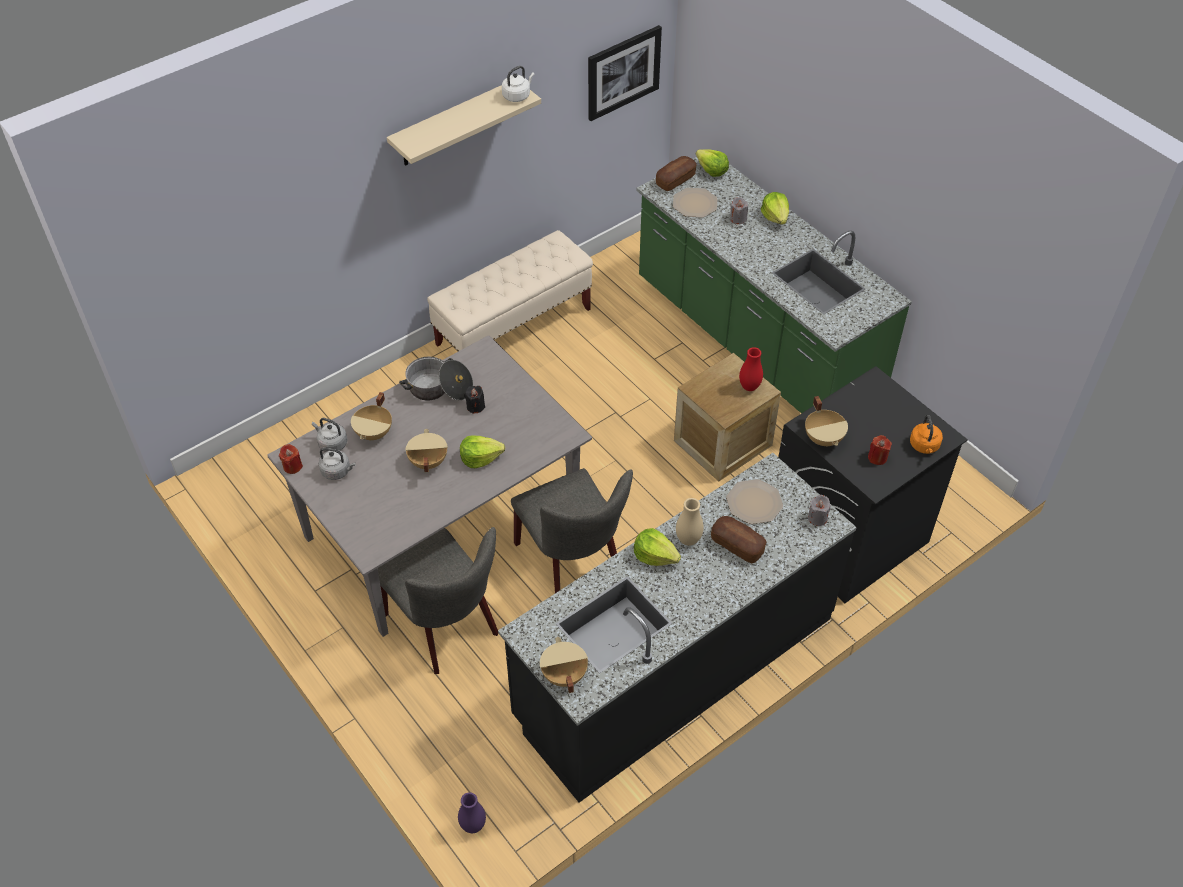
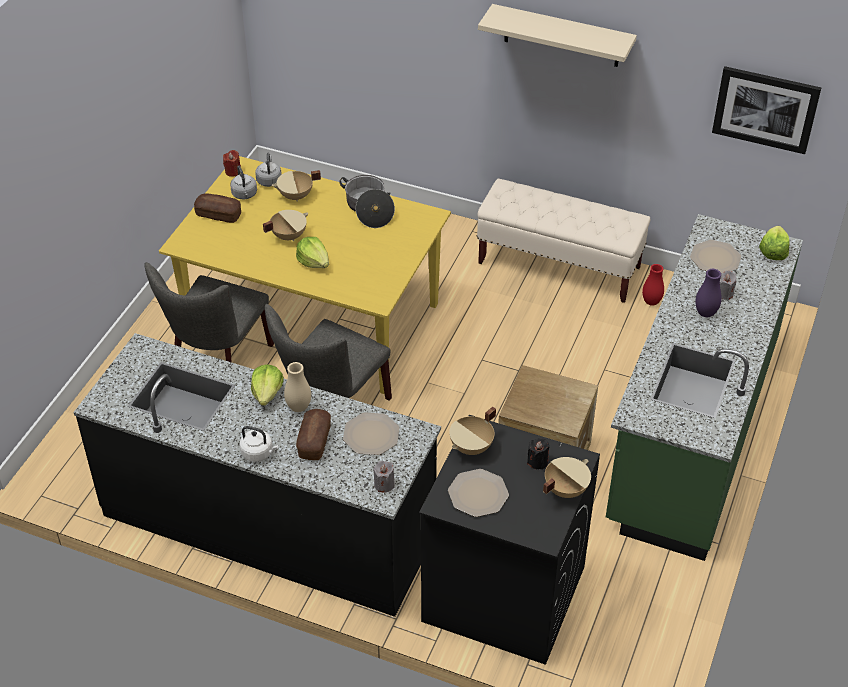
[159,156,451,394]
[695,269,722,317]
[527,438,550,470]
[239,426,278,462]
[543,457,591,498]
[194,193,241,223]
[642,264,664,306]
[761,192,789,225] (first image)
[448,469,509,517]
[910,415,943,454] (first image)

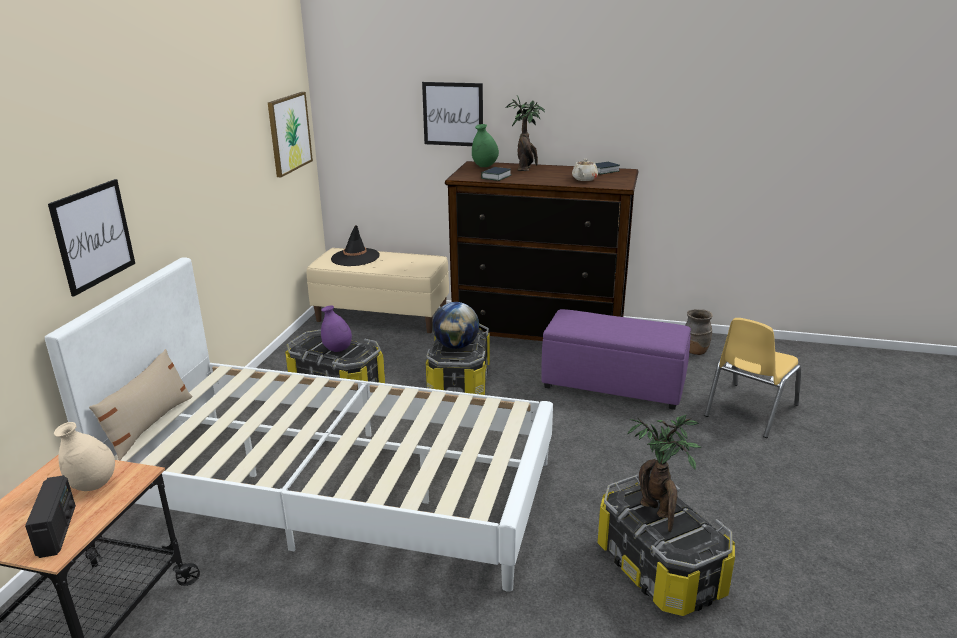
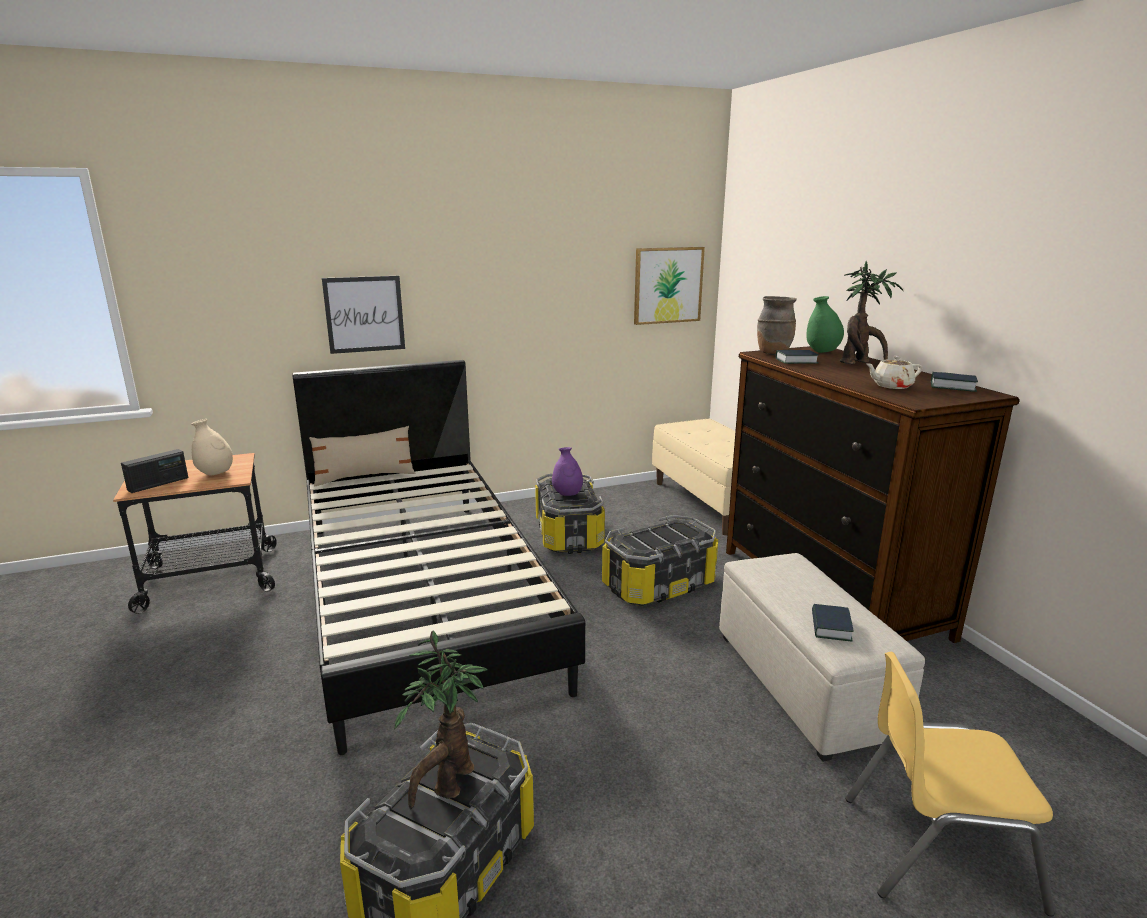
[292,360,585,755]
[331,225,380,266] (first image)
[422,82,483,146] (first image)
[432,302,479,349] (first image)
[719,553,925,762]
[757,296,797,355]
[812,604,854,641]

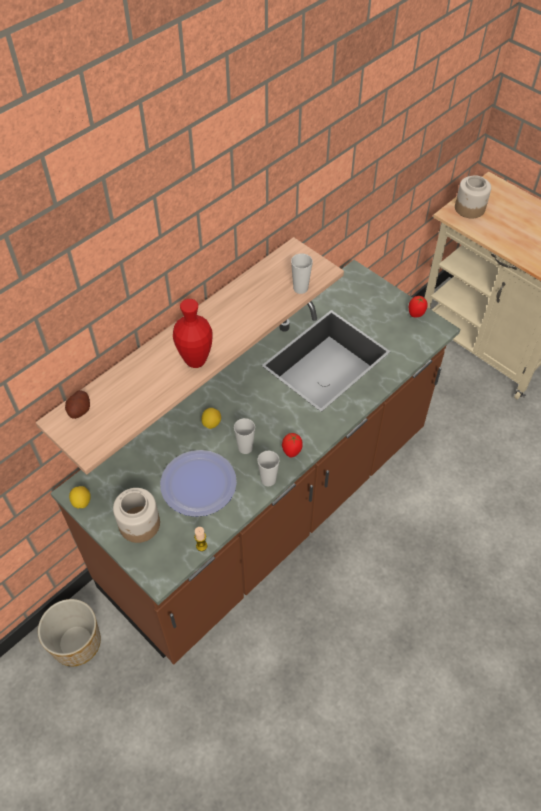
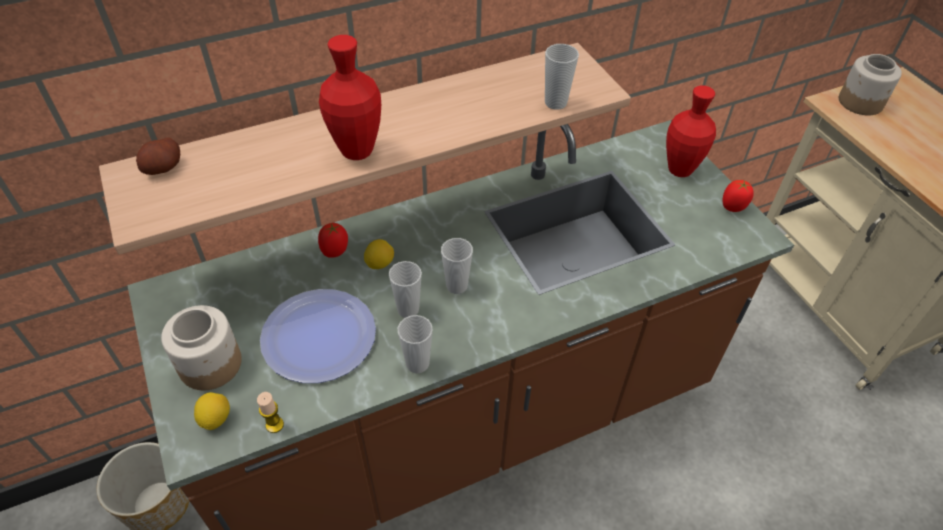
[194,392,230,430]
[318,223,348,258]
[441,238,473,294]
[666,85,716,177]

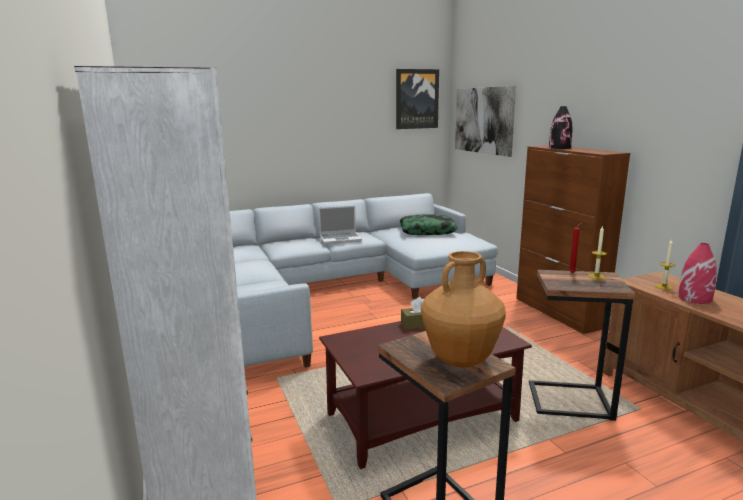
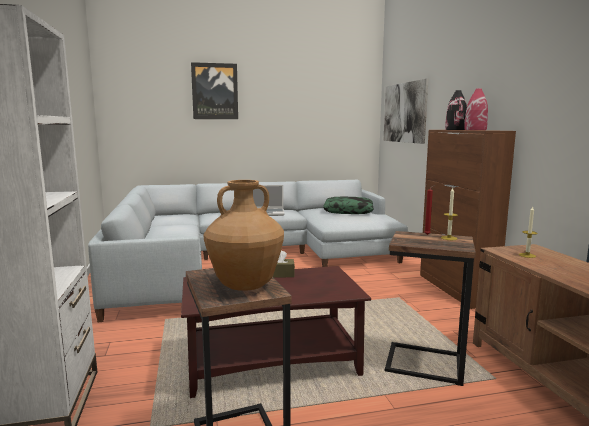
[191,62,238,119]
[464,88,488,130]

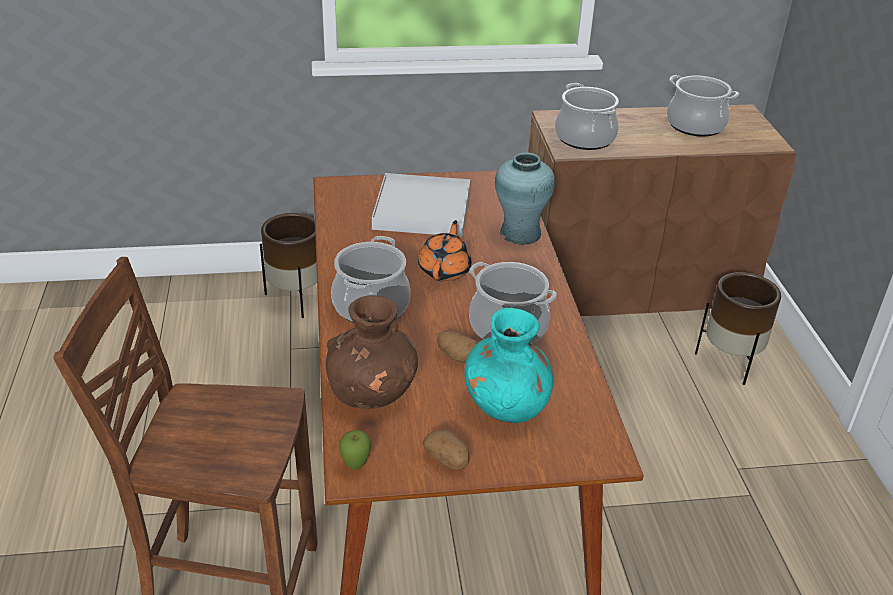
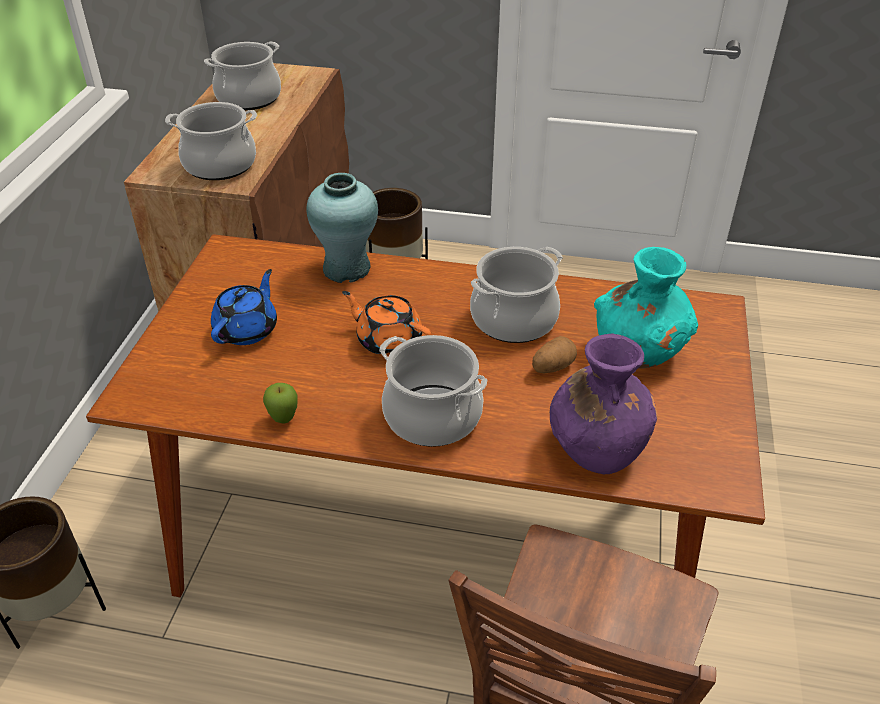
[550,334,657,474]
[263,383,298,423]
[211,269,277,345]
[423,429,469,470] (first image)

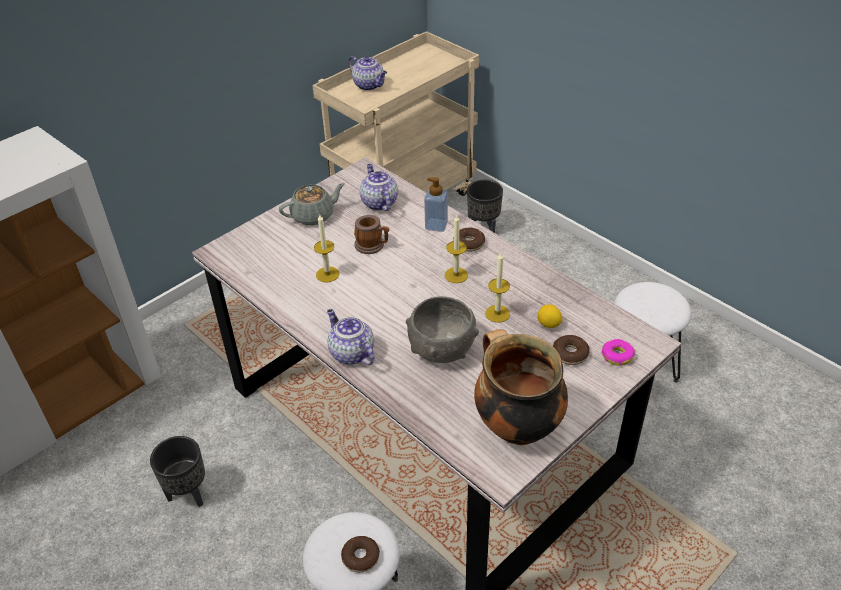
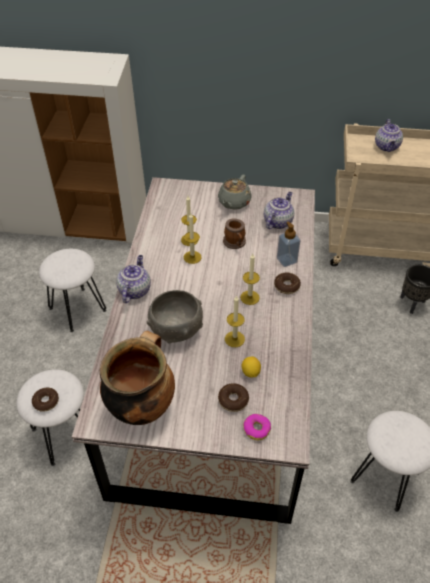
[39,249,106,332]
[218,175,252,210]
[184,213,202,264]

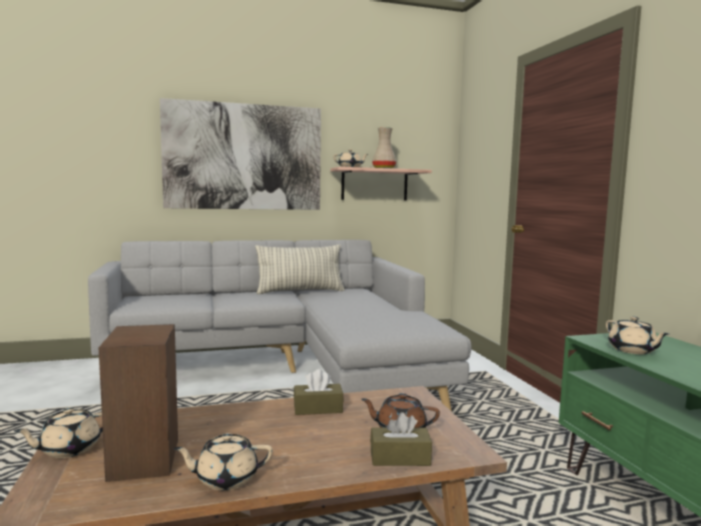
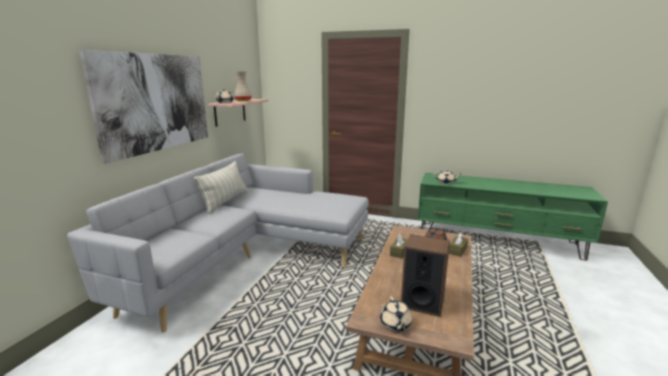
[173,433,273,490] (first image)

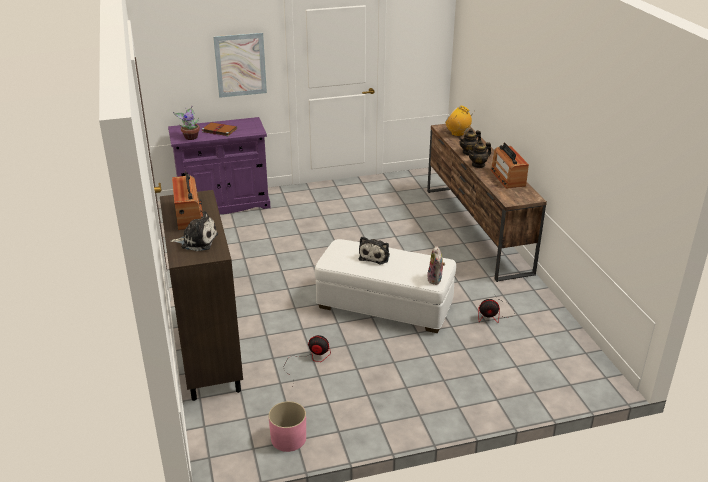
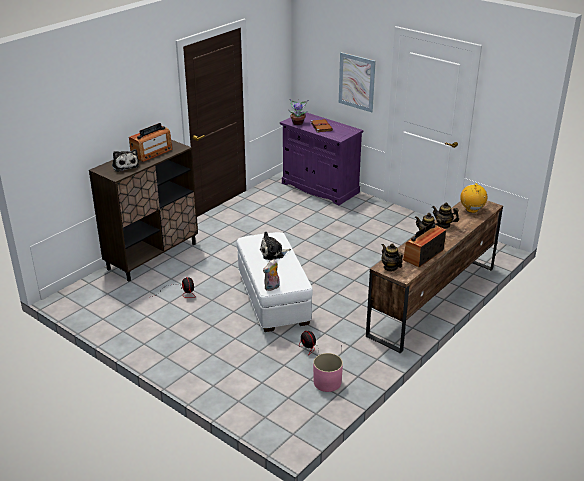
[313,353,343,392]
[382,243,403,271]

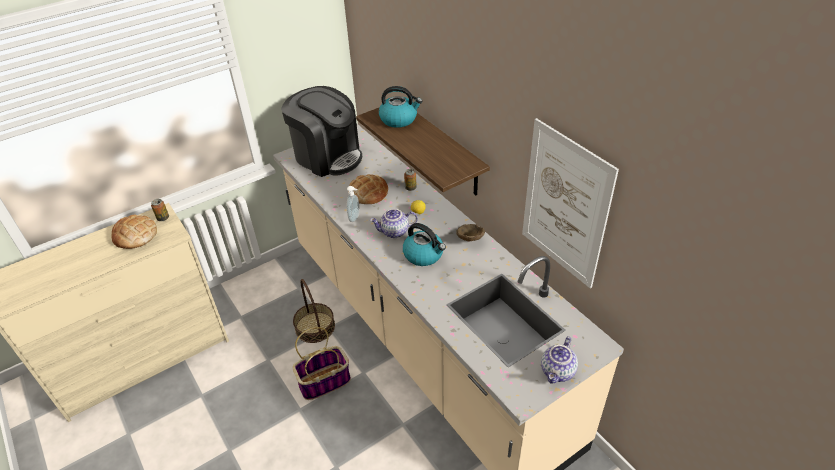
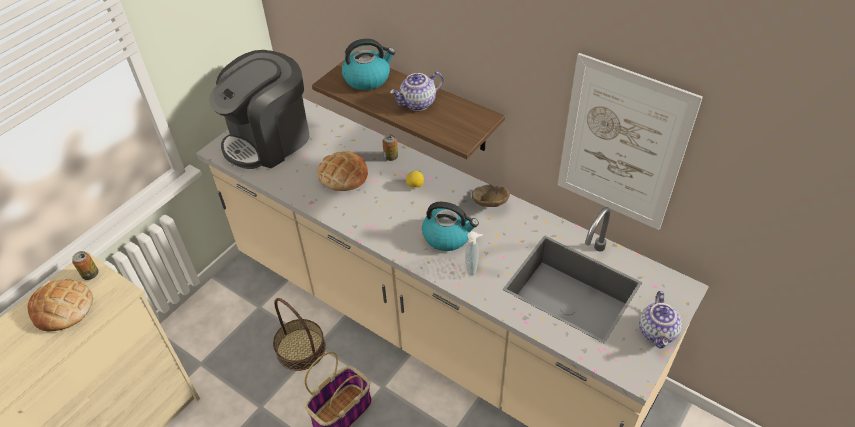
[209,50,309,169]
[465,231,483,276]
[390,72,444,111]

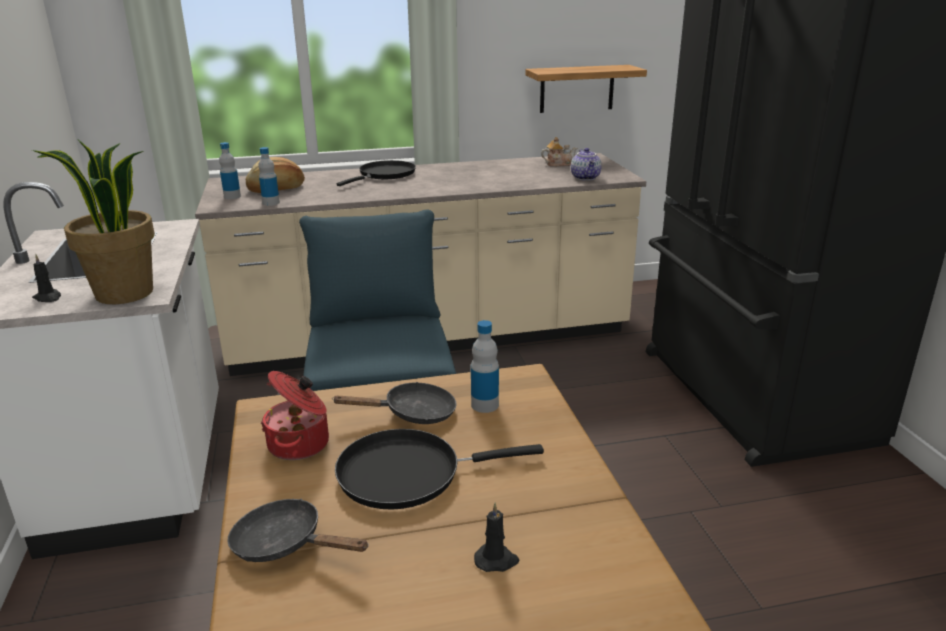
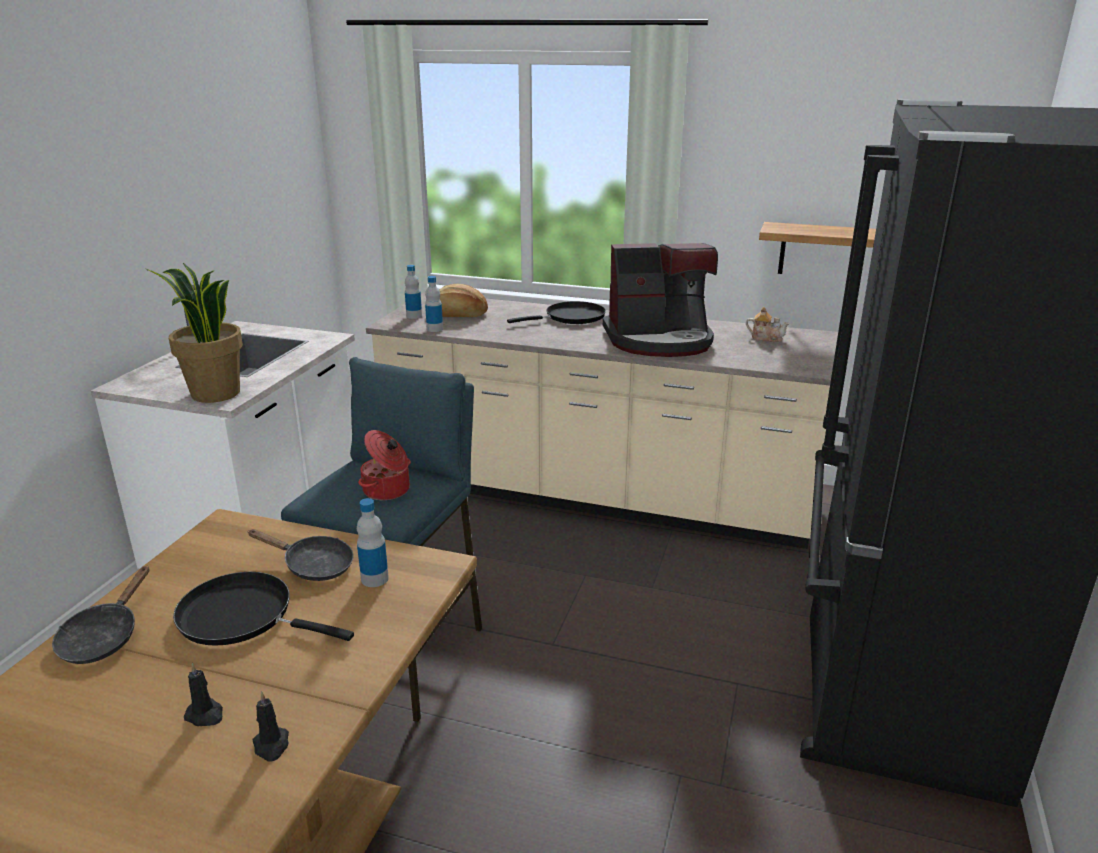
[252,691,289,762]
[52,566,149,664]
[358,430,411,500]
[571,148,602,181] (first image)
[603,243,718,357]

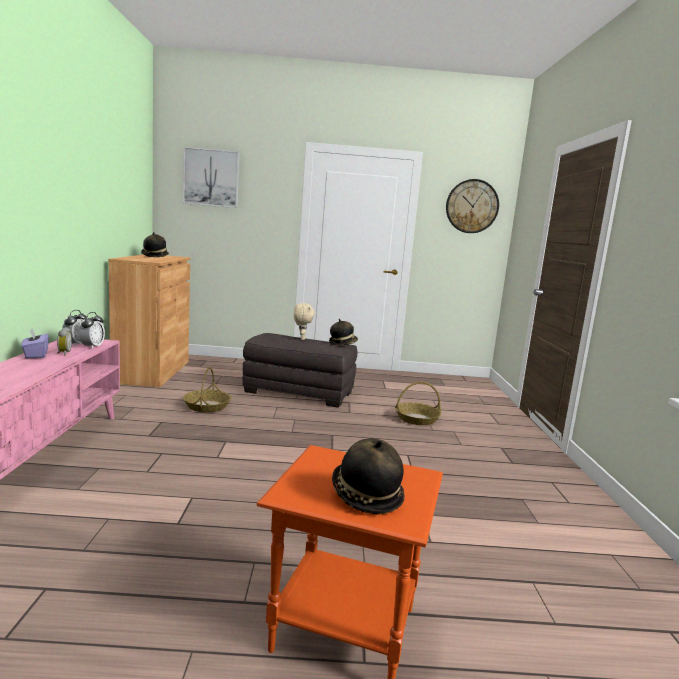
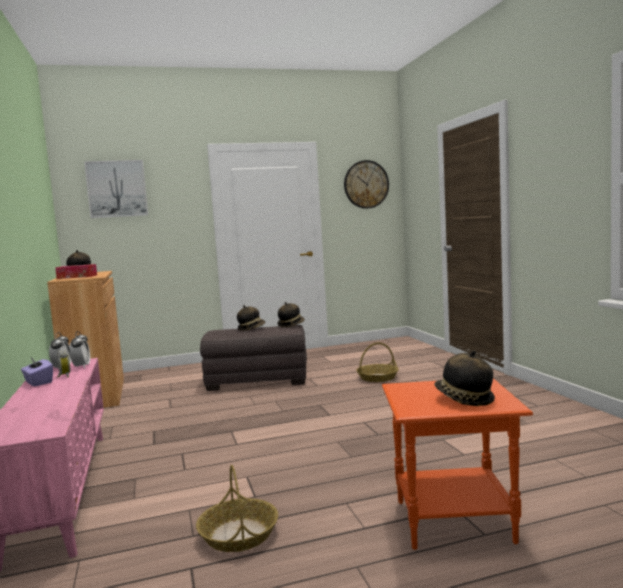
[196,465,278,552]
[237,305,265,330]
[55,264,97,279]

